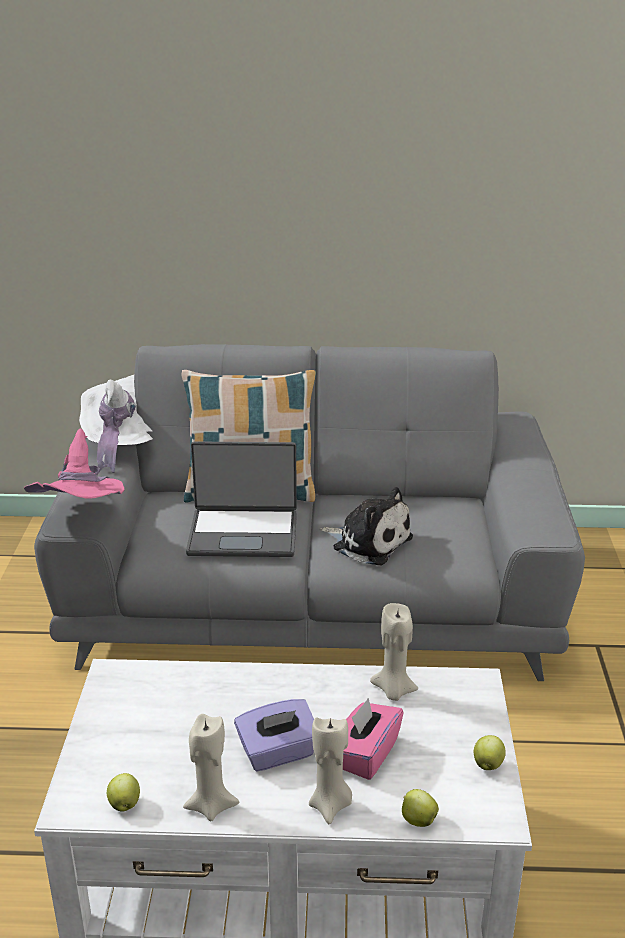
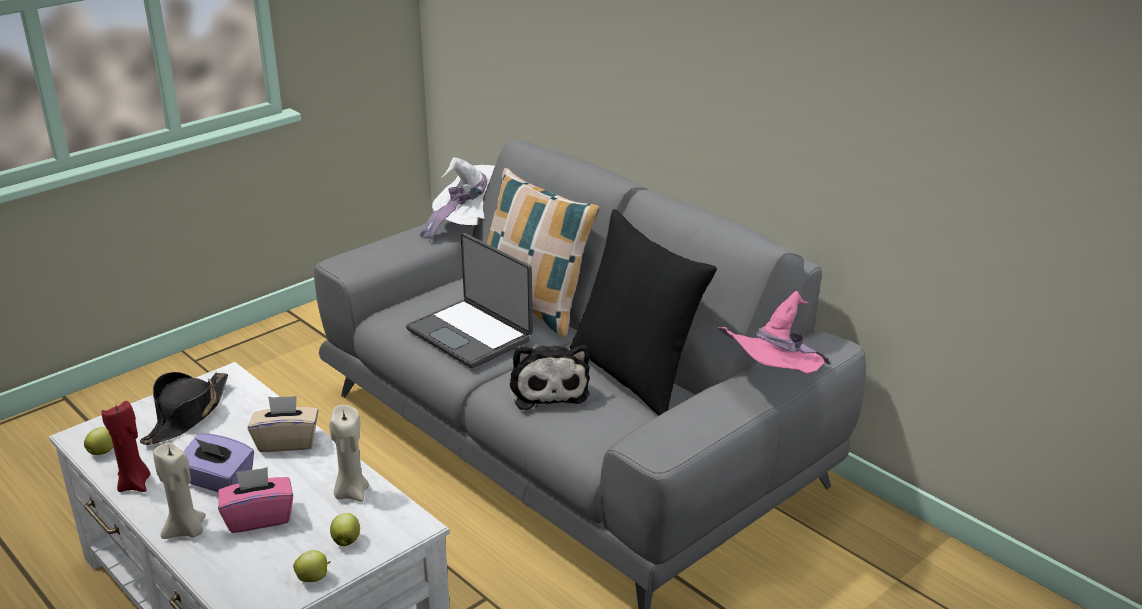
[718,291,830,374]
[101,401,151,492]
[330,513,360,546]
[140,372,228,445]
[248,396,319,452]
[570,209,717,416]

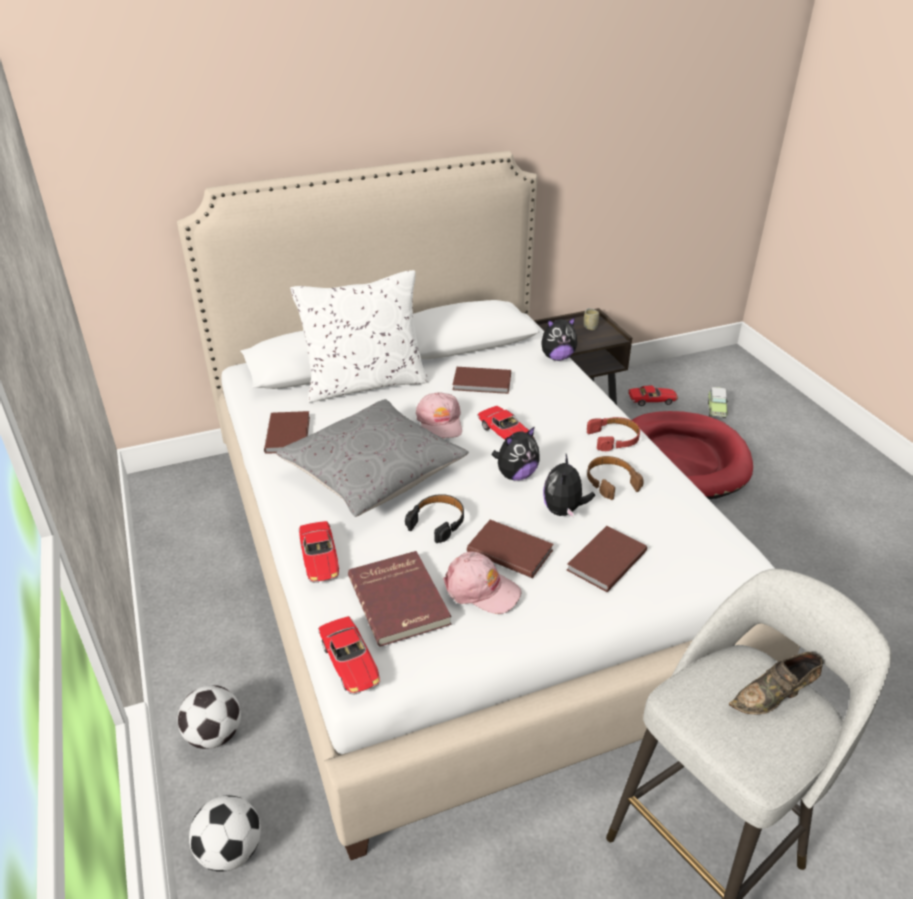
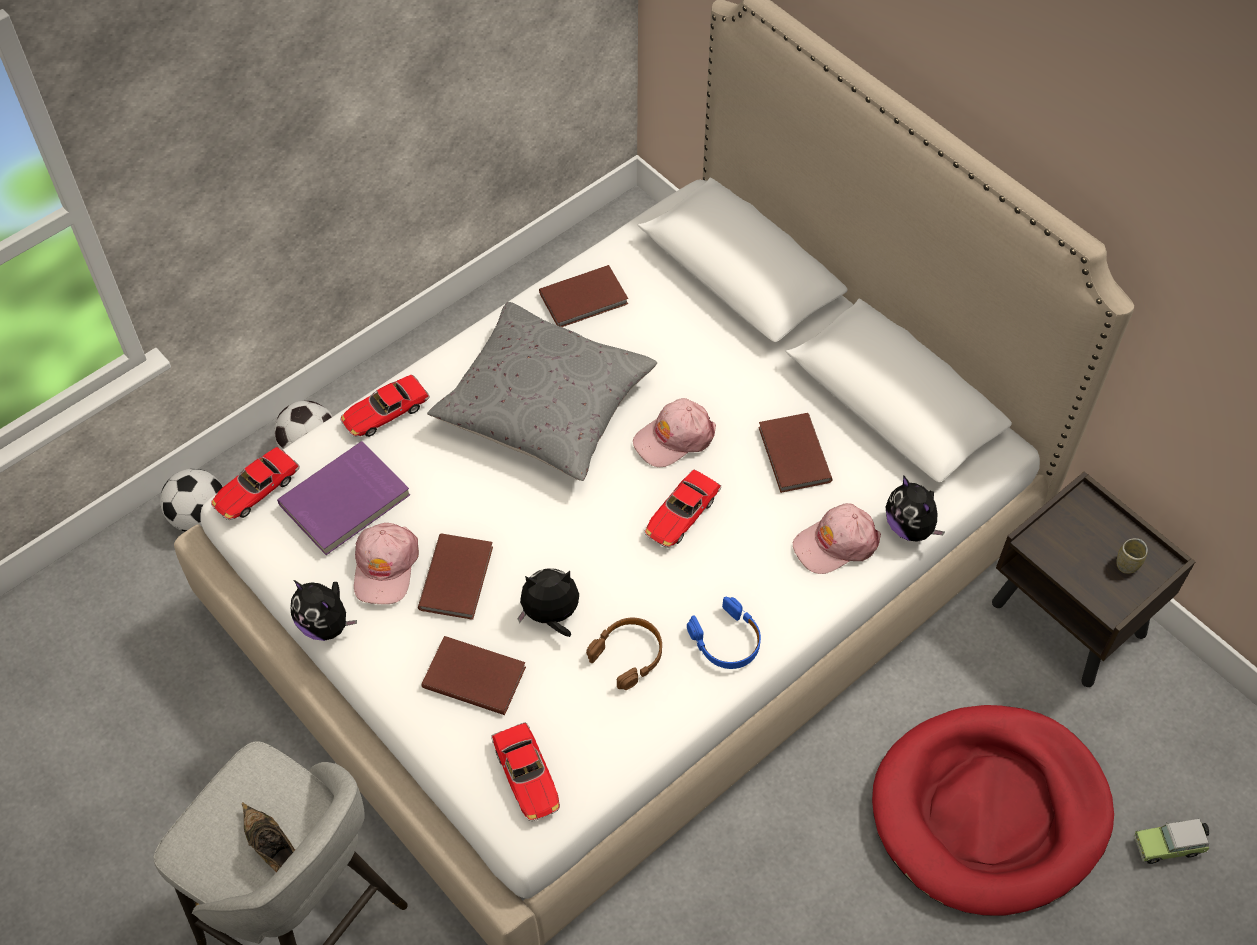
[290,270,428,403] (first image)
[277,441,410,555]
[405,494,464,543] (first image)
[291,580,357,641]
[687,596,761,669]
[491,722,560,821]
[793,503,881,574]

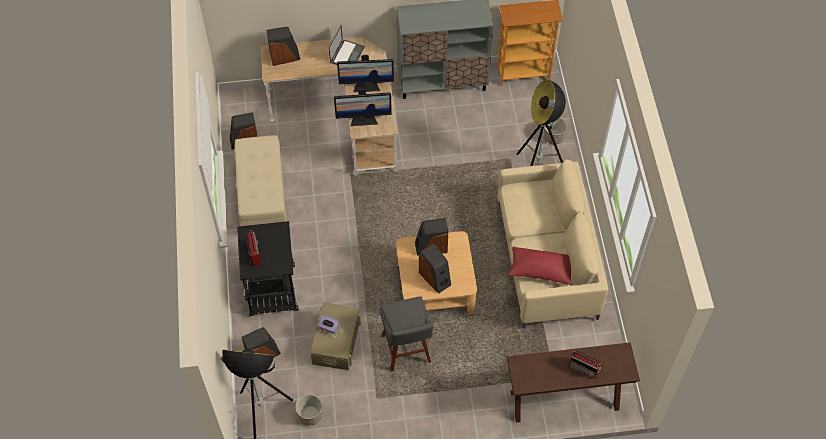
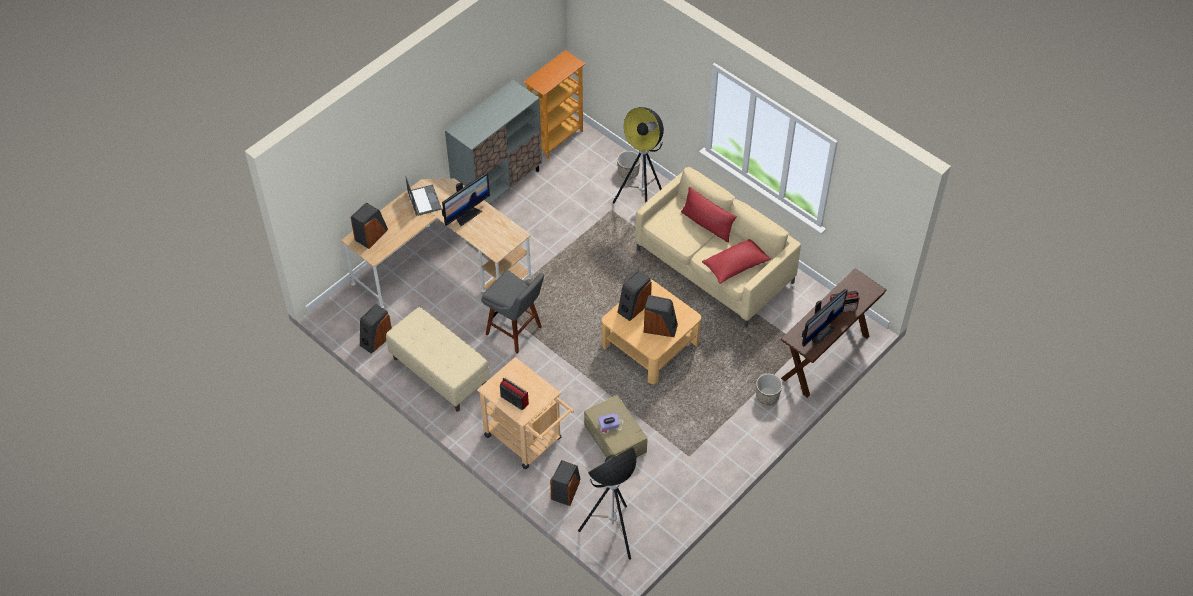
[477,357,574,469]
[756,374,782,405]
[802,289,848,347]
[481,270,544,354]
[681,187,737,242]

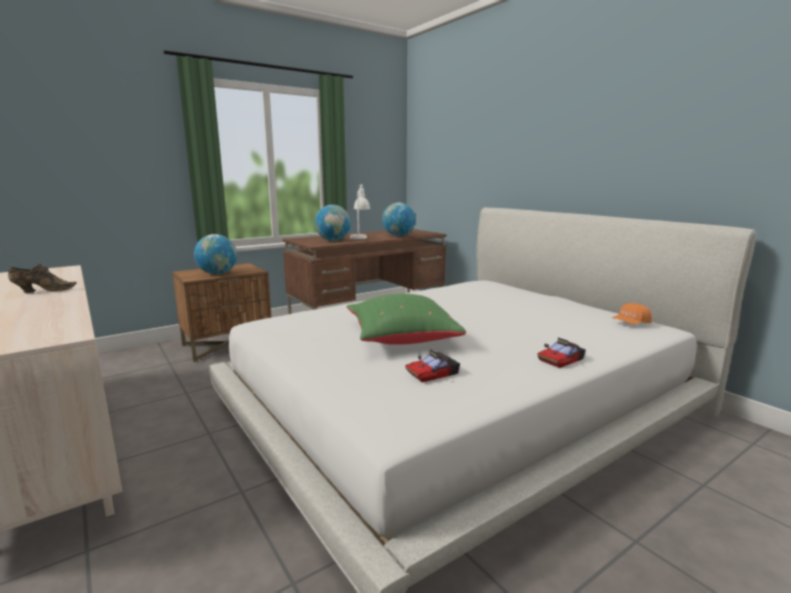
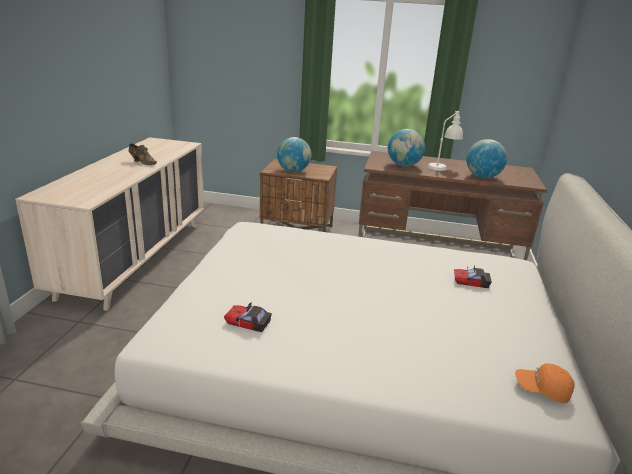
[346,294,466,345] (first image)
[454,265,492,288]

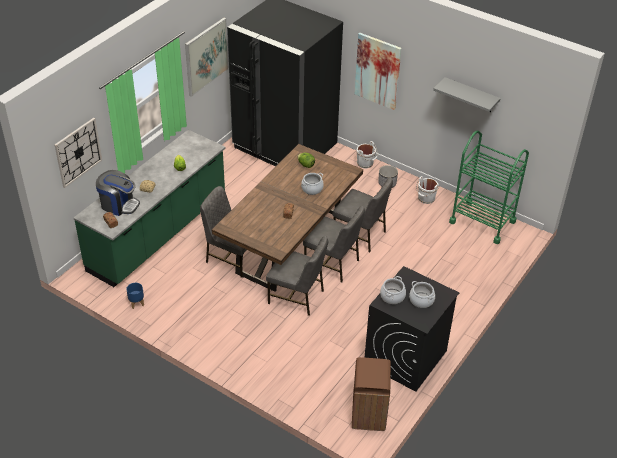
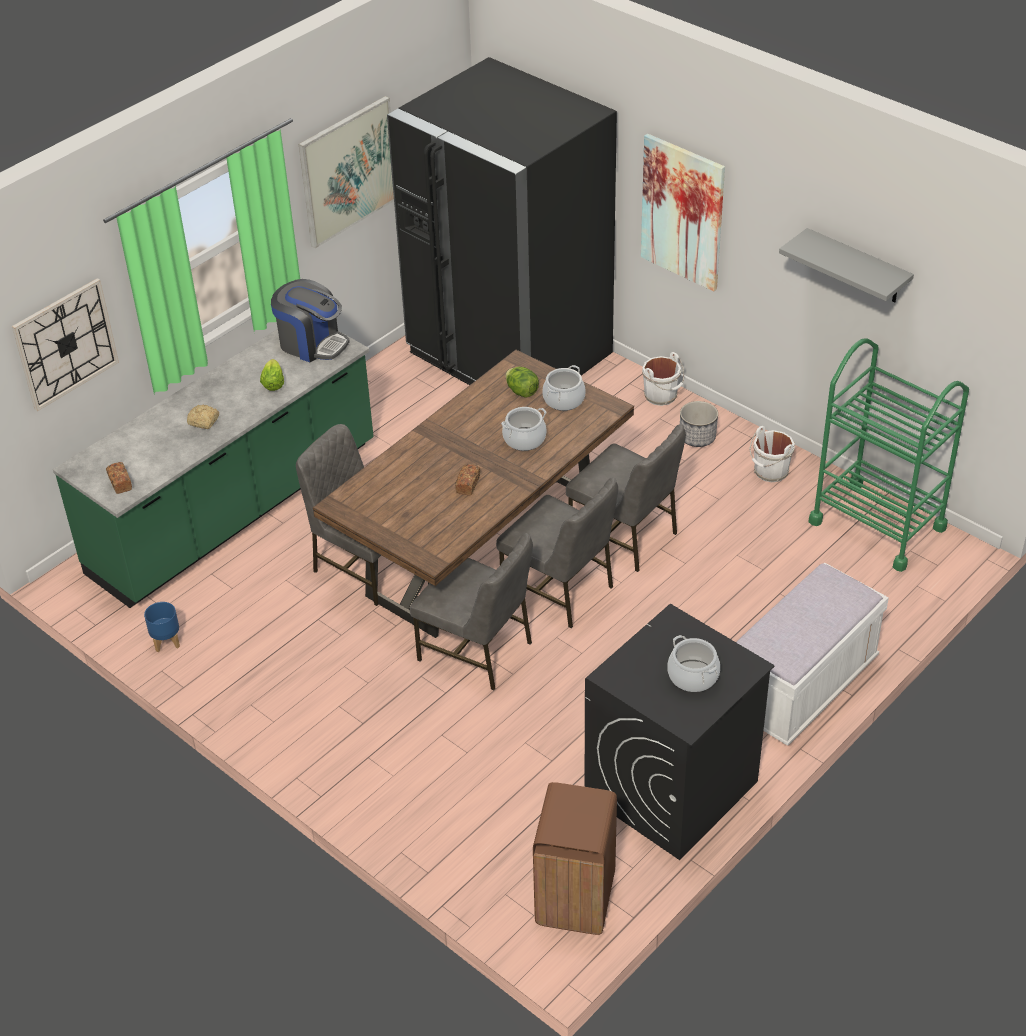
[271,279,350,362]
[542,365,586,411]
[736,563,889,746]

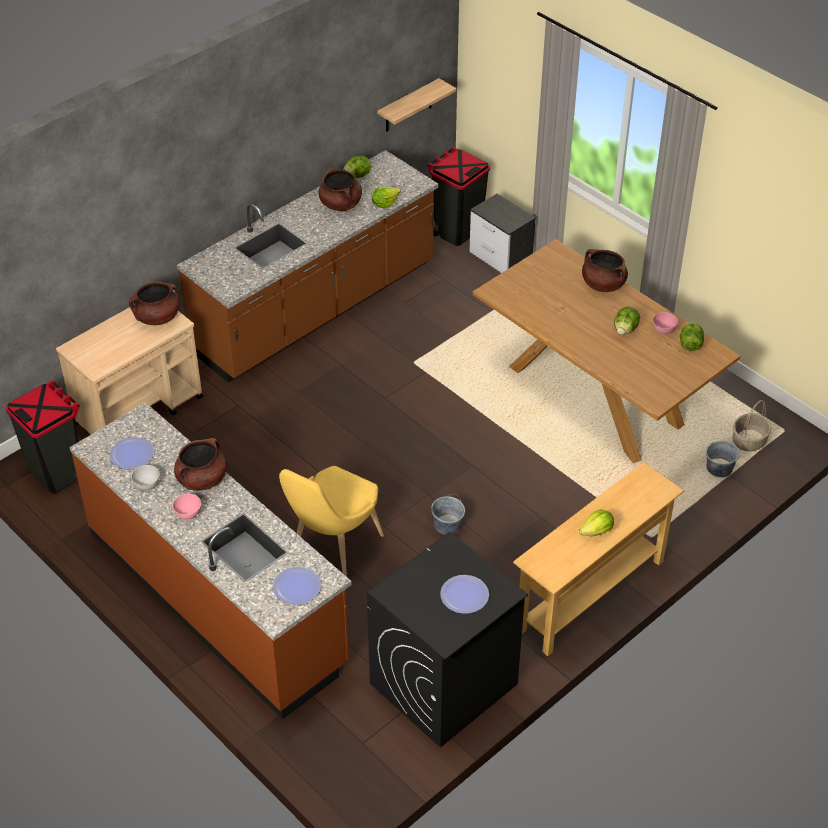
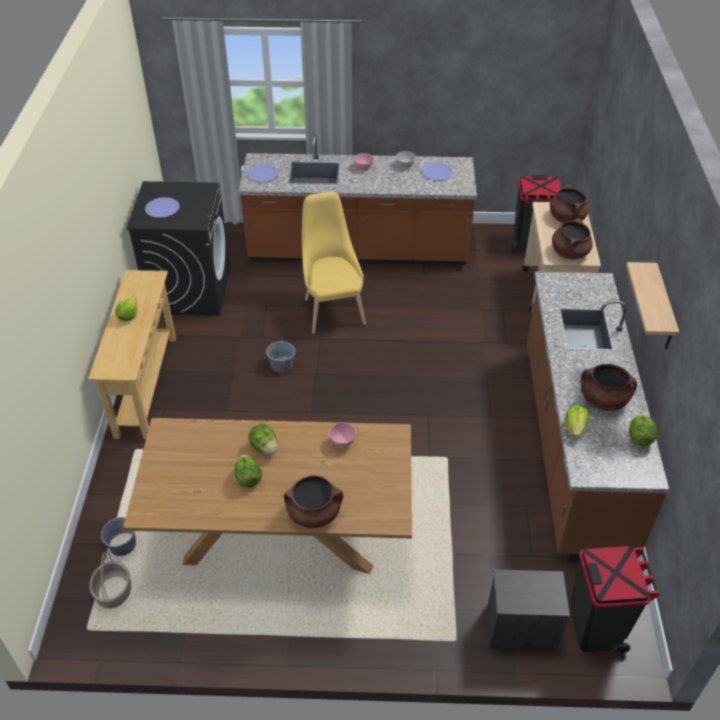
[550,184,589,223]
[626,262,679,349]
[329,423,356,447]
[248,424,277,455]

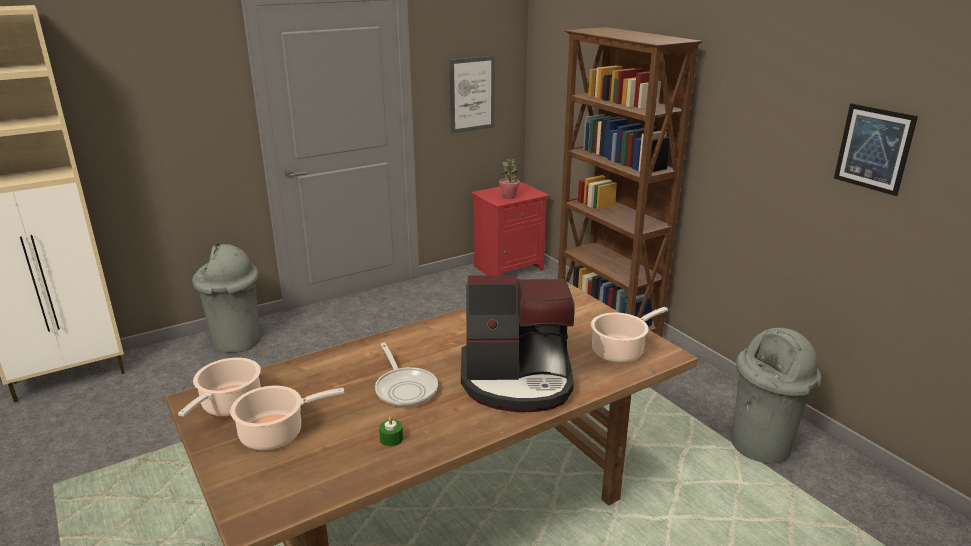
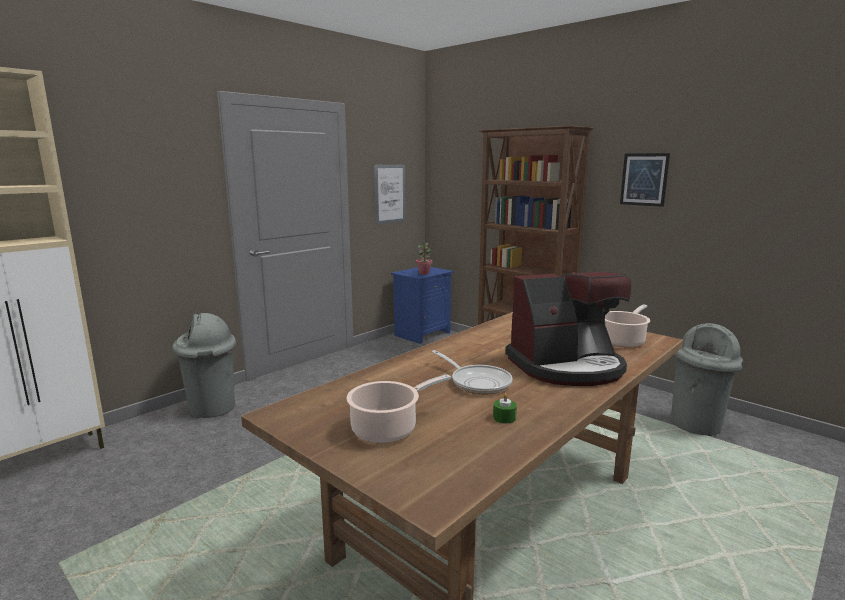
[178,358,261,417] (first image)
[391,267,454,344]
[620,153,670,207]

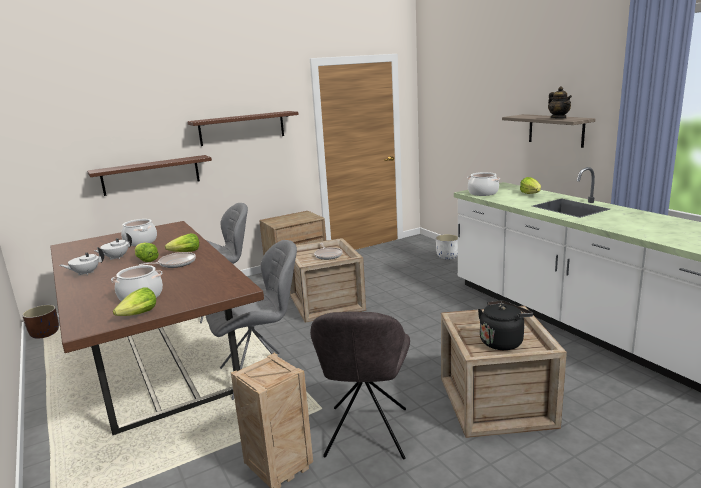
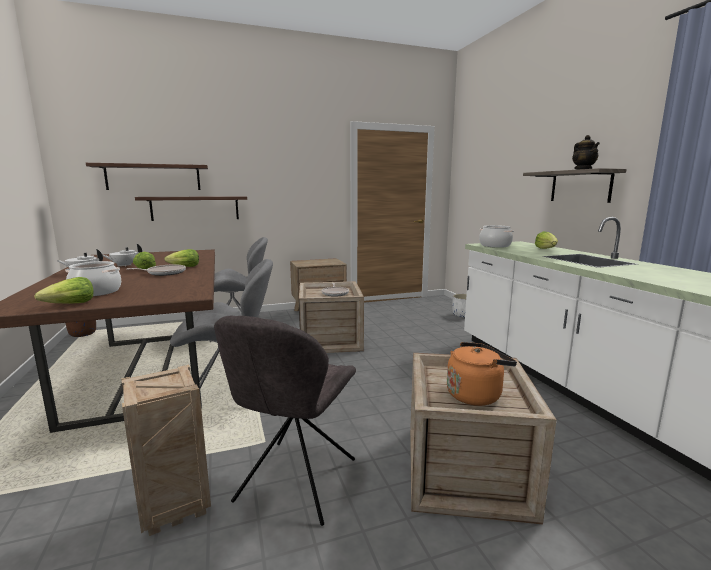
[121,219,157,246] (first image)
[86,163,208,190]
[447,342,517,406]

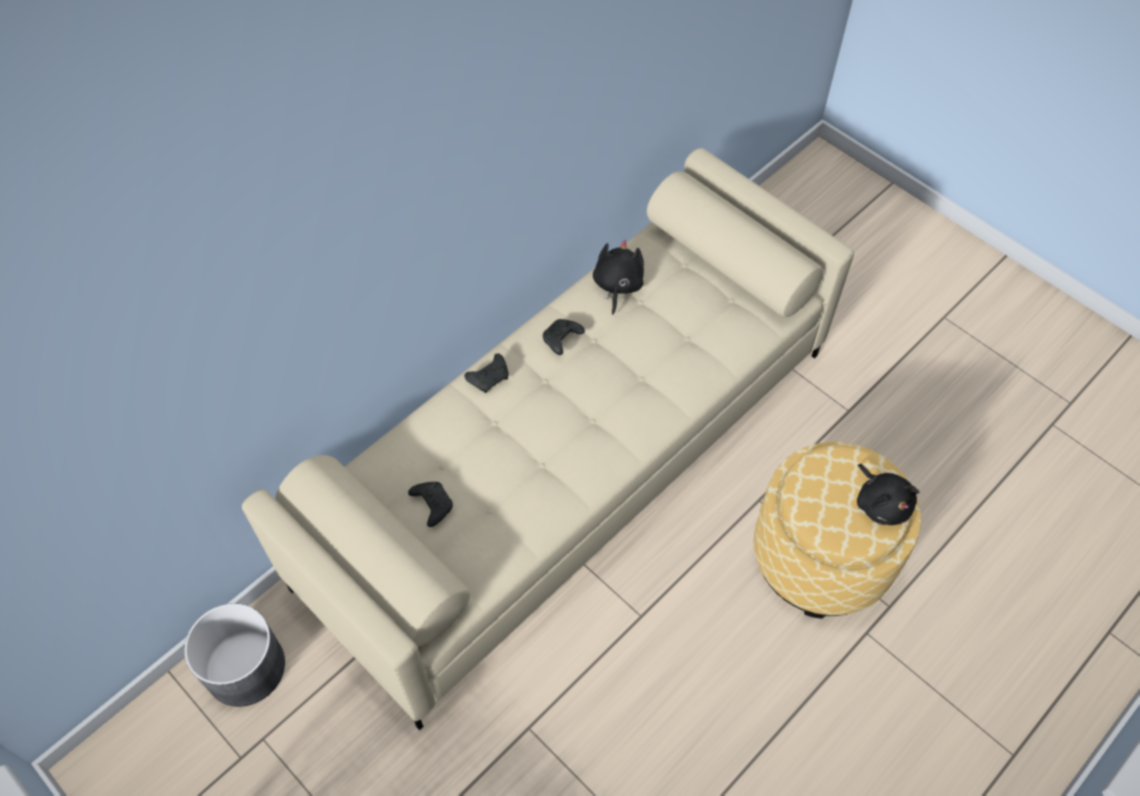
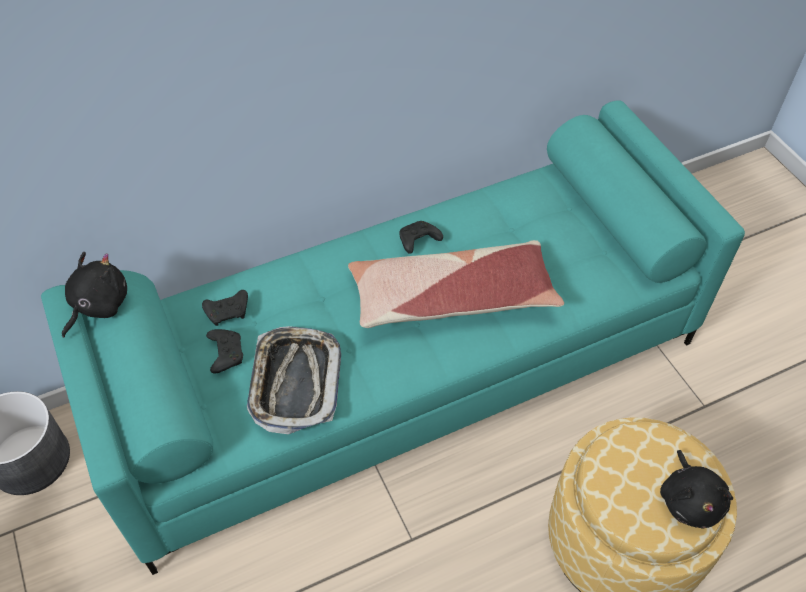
[41,100,745,575]
[202,290,248,326]
[62,252,127,338]
[247,326,341,434]
[348,240,564,328]

